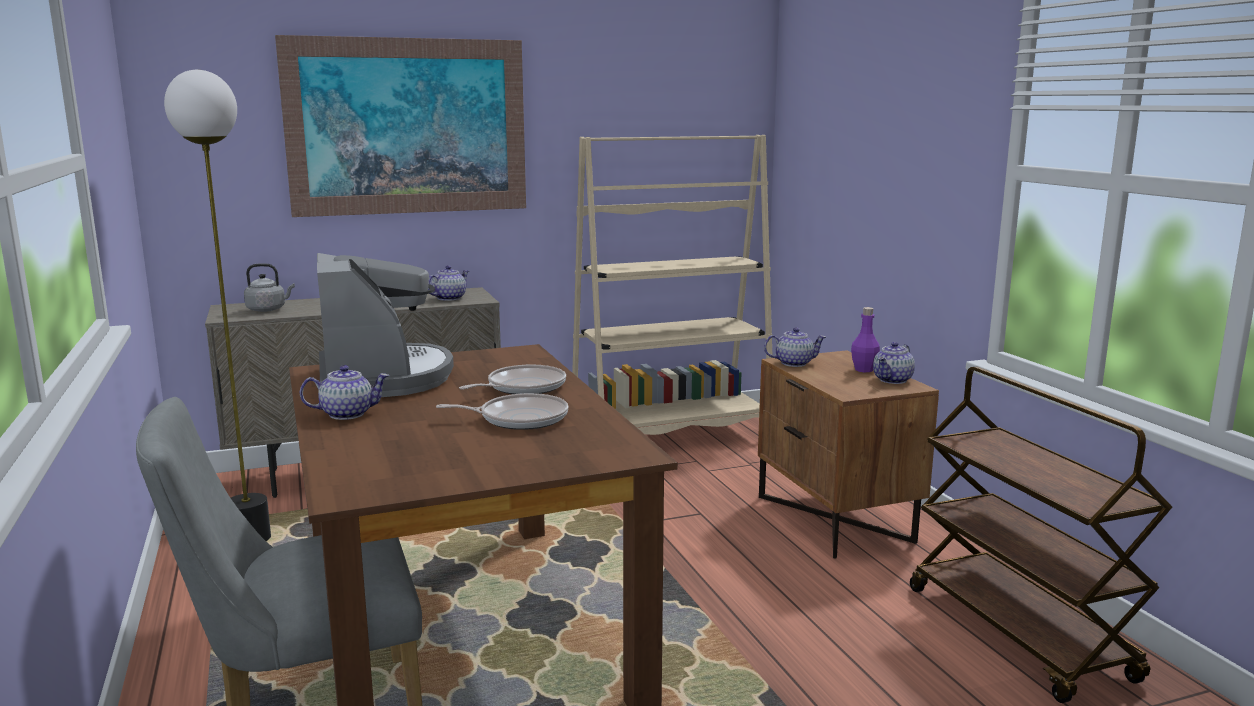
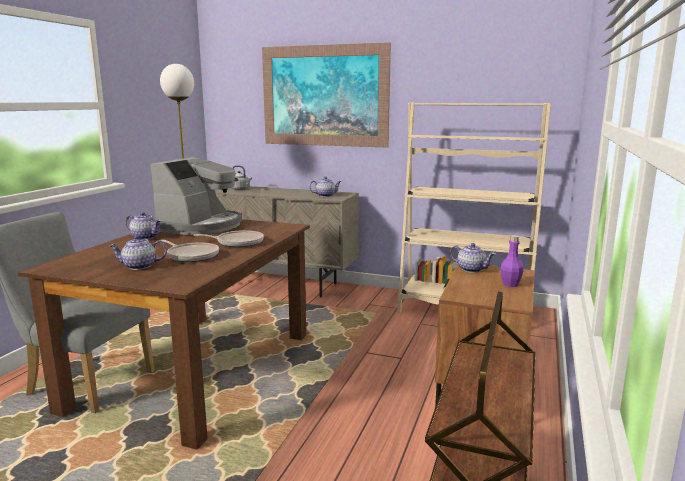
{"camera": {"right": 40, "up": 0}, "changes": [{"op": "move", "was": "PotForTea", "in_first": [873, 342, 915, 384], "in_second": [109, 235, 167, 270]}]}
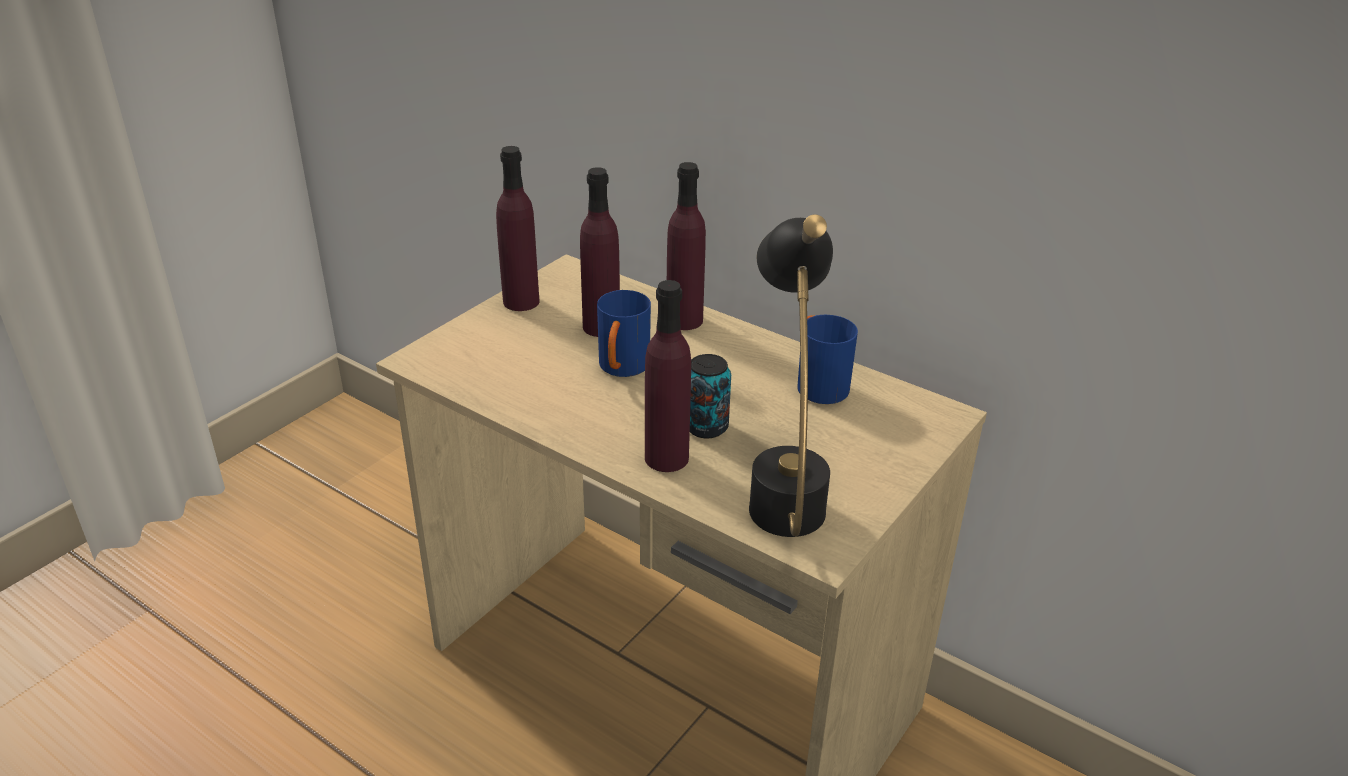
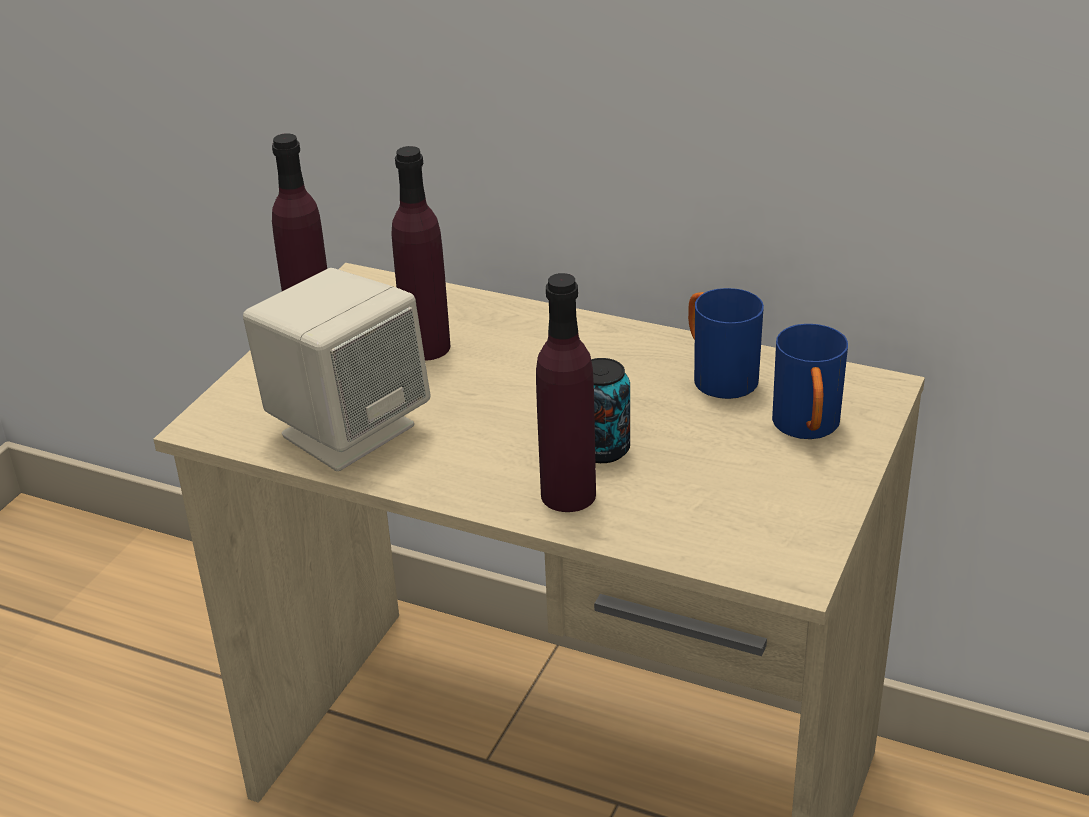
{"camera": {"right": -10, "up": 0}, "changes": [{"op": "move", "was": "BlueCoffeeMug", "in_first": [597, 290, 651, 377], "in_second": [772, 324, 848, 439]}, {"op": "delete", "was": "PurpleColouredBottle", "in_first": [667, 162, 706, 330]}, {"op": "delete", "was": "BlackTabletopLamp", "in_first": [749, 214, 833, 537]}, {"op": "insert", "now": "BeigeAudioSpeaker", "in_second": [243, 268, 430, 471]}]}
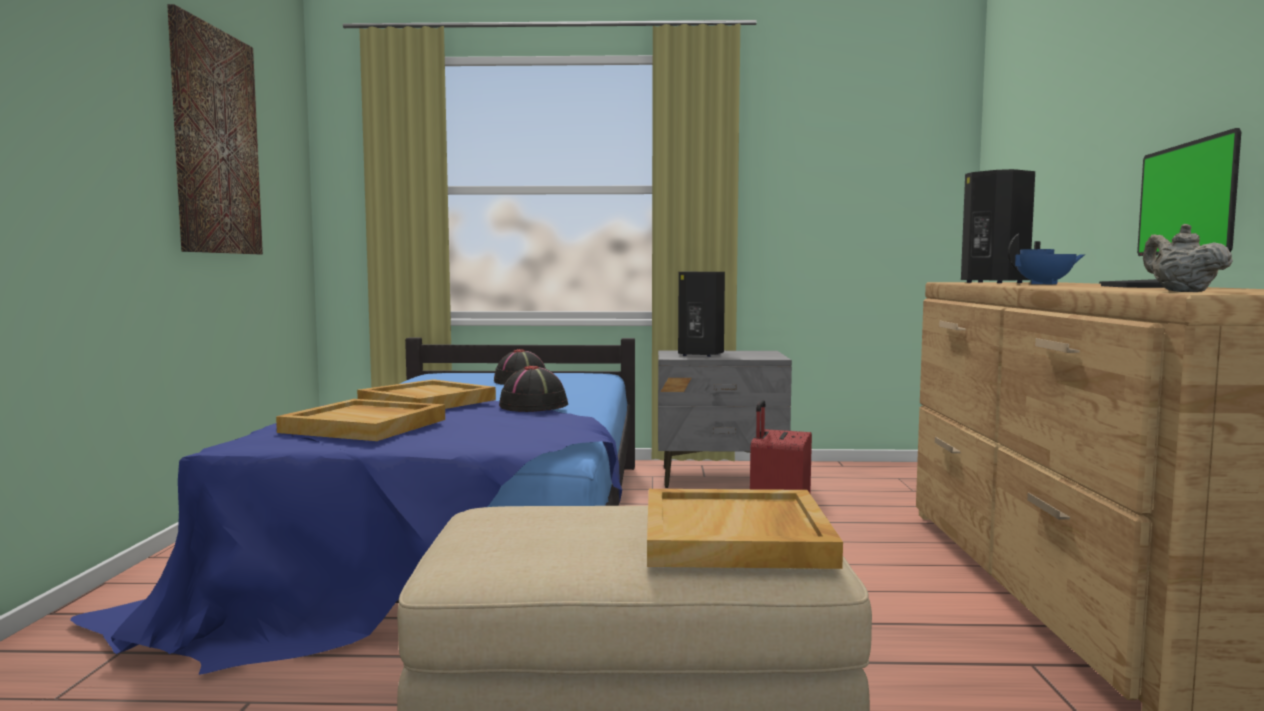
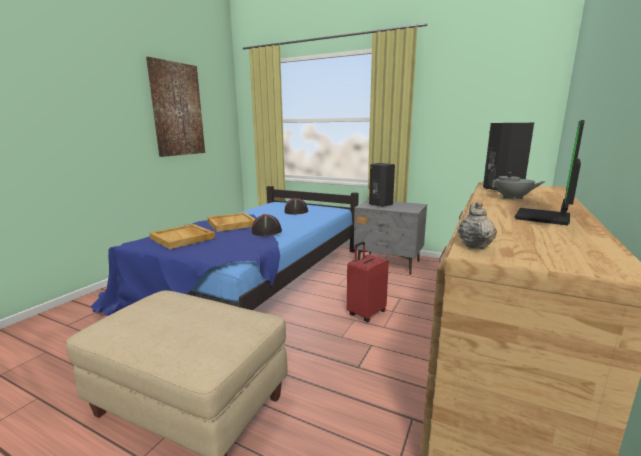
{"camera": {"right": 25, "up": 10}, "changes": [{"op": "delete", "was": "BeigeCarryingTray", "in_first": [647, 489, 843, 569]}, {"op": "recolor", "was": "BluePotForTea", "now": "GrayPotForTea", "in_first": [1008, 234, 1084, 285], "in_second": [488, 168, 546, 200]}]}
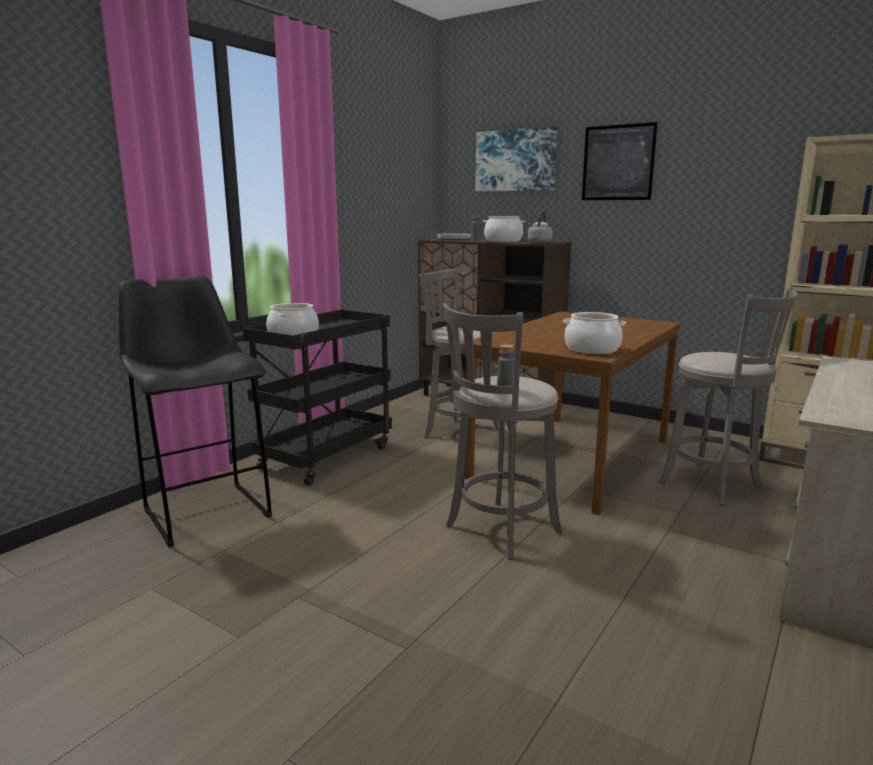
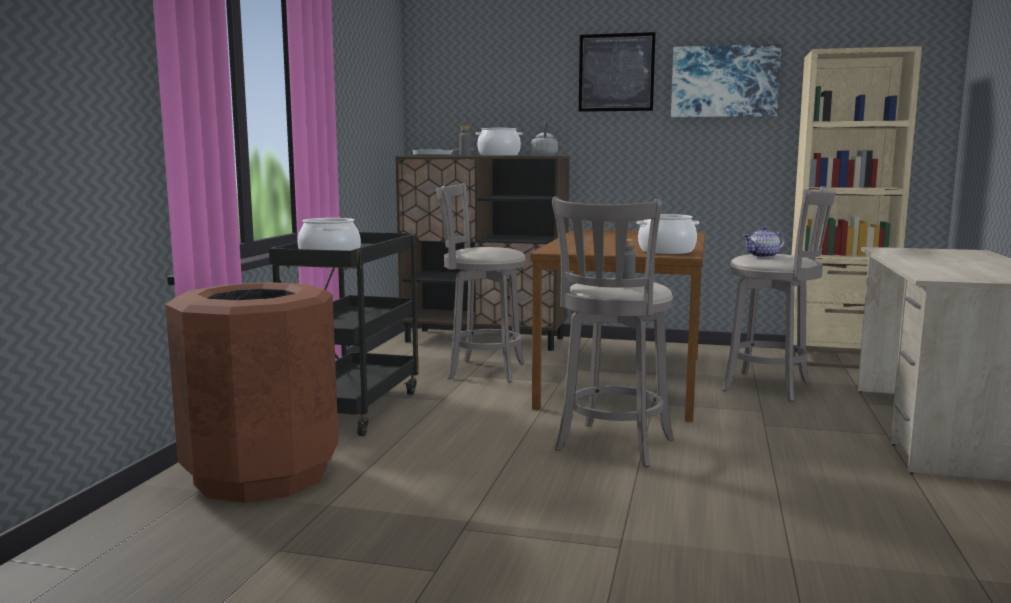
{"camera": {"right": -20, "up": -5}, "changes": [{"op": "replace", "was": "BlackStool", "now": "BrownishTrashCan", "in_first": [119, 276, 272, 547], "in_second": [165, 282, 339, 503]}, {"op": "move", "was": "Picture", "in_first": [475, 126, 557, 192], "in_second": [671, 44, 781, 117]}, {"op": "insert", "now": "PotForTea", "in_second": [743, 226, 785, 258]}]}
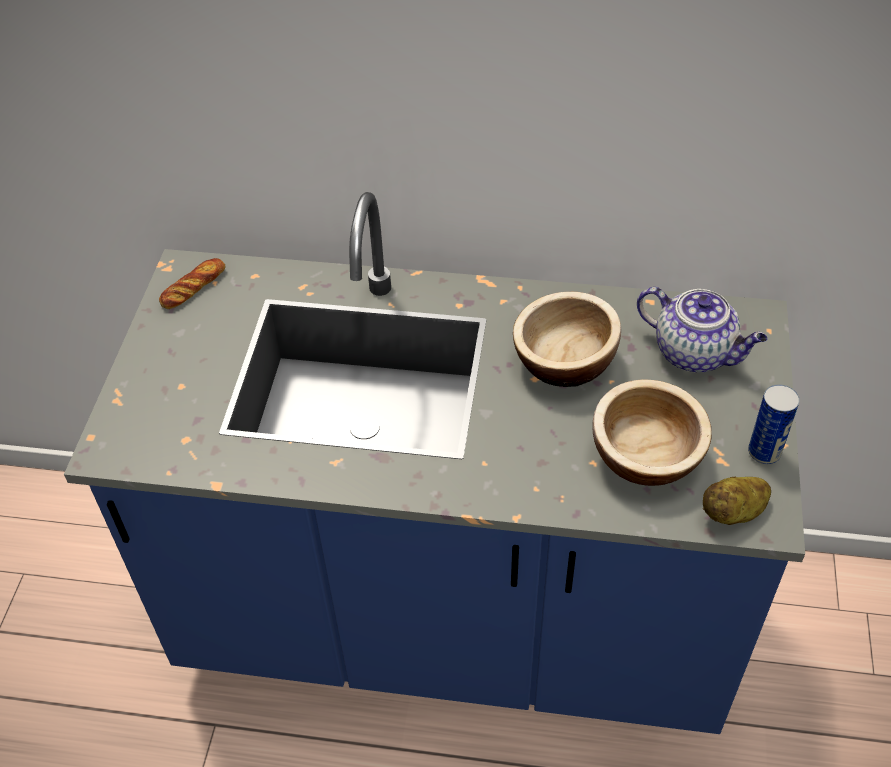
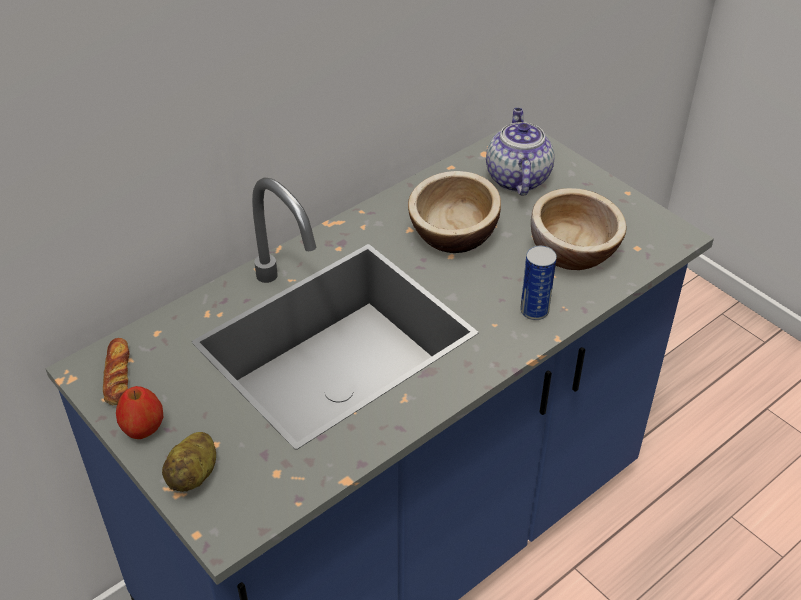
{"camera": {"right": -50, "up": -5}, "changes": [{"op": "rotate", "was": "PotForTea", "in_first": [637, 287, 768, 372], "in_second": [486, 108, 555, 196], "clockwise": -75}, {"op": "move", "was": "Potato", "in_first": [703, 477, 771, 525], "in_second": [162, 432, 216, 492]}, {"op": "move", "was": "SealedCan", "in_first": [748, 384, 800, 464], "in_second": [520, 246, 557, 320]}, {"op": "insert", "now": "AppleFruit", "in_second": [116, 386, 163, 439]}]}
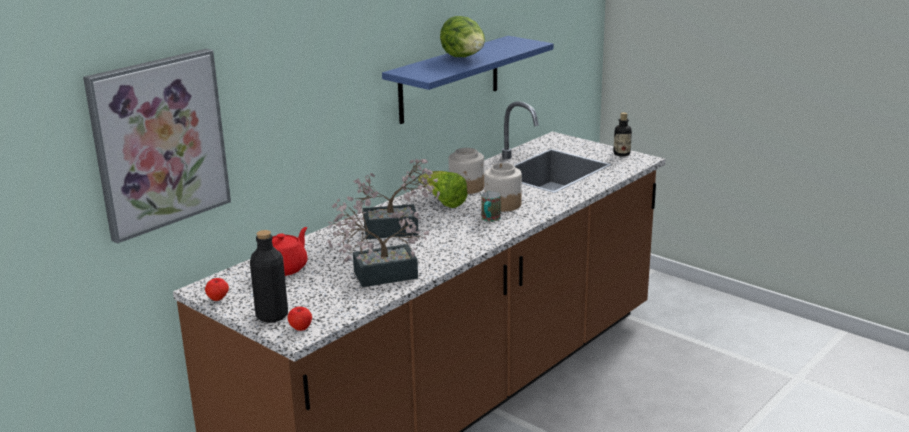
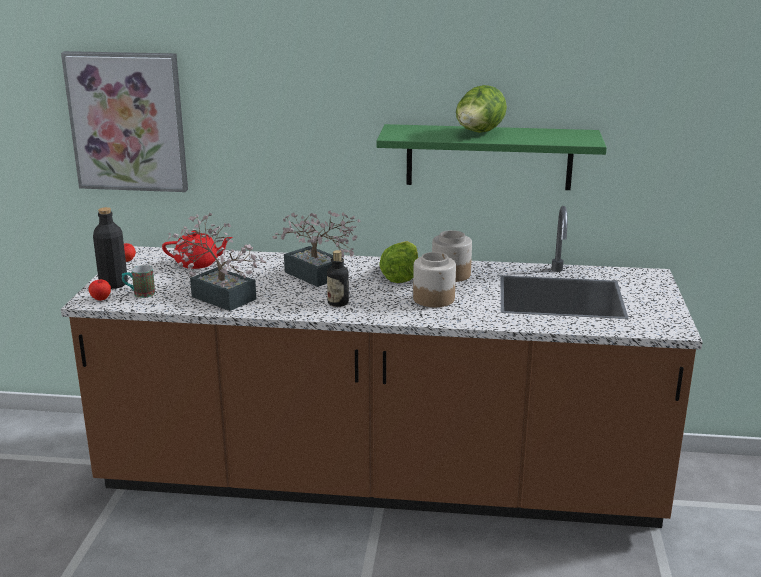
{"camera": {"right": 55, "up": 0}, "changes": [{"op": "recolor", "was": "BlueBracketShelf", "now": "GreenBracketShelf", "in_first": [382, 36, 553, 124], "in_second": [376, 124, 607, 190]}, {"op": "move", "was": "CoffeeMug", "in_first": [481, 191, 501, 221], "in_second": [122, 265, 155, 298]}, {"op": "move", "was": "Bottle", "in_first": [614, 112, 632, 156], "in_second": [327, 250, 349, 307]}]}
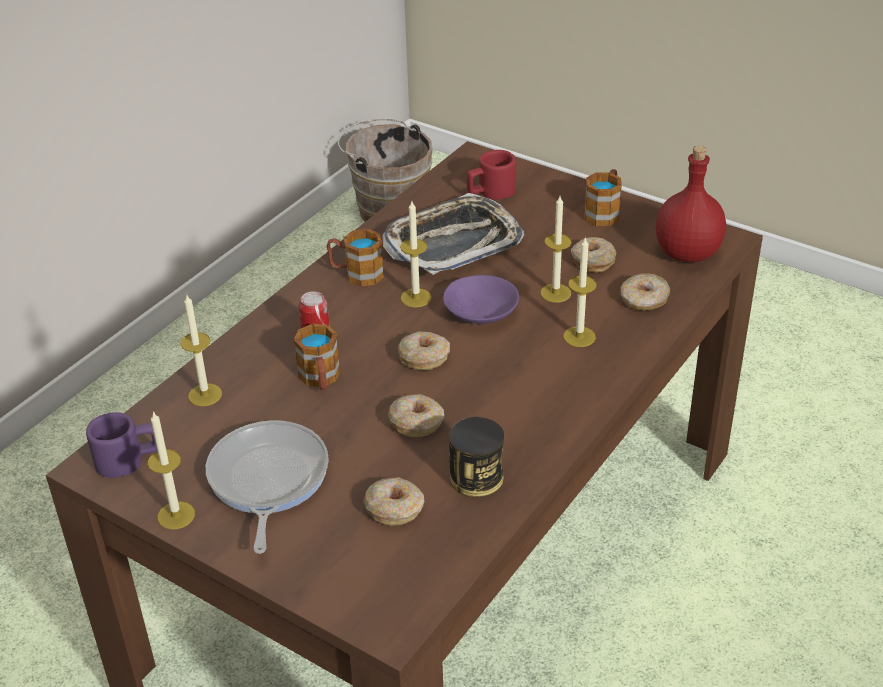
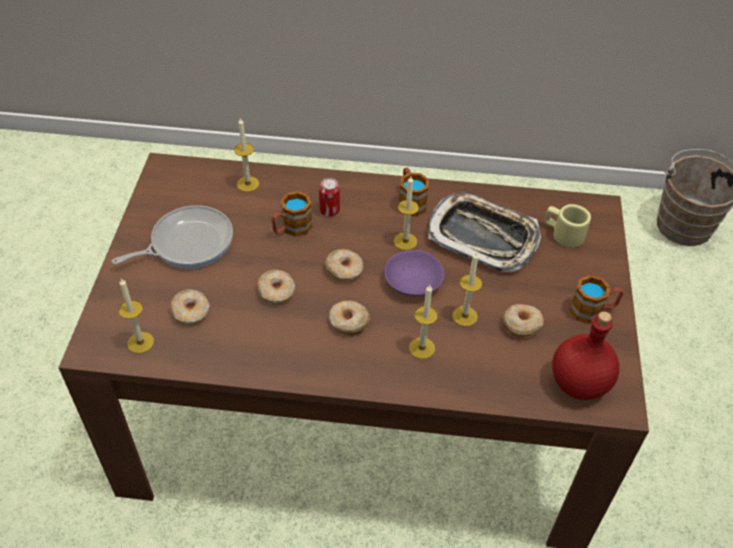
{"camera": {"right": 60, "up": 10}, "changes": [{"op": "delete", "was": "PurpleColouredCoffeeMug", "in_first": [86, 412, 158, 478]}, {"op": "move", "was": "Candle", "in_first": [148, 411, 195, 530], "in_second": [119, 279, 154, 354]}, {"op": "delete", "was": "SealedCan", "in_first": [449, 417, 504, 498]}, {"op": "recolor", "was": "RedColouredCoffeeMug", "now": "BeigeCoffeeMug", "in_first": [467, 150, 516, 200], "in_second": [545, 204, 591, 248]}, {"op": "move", "was": "Doughnut", "in_first": [621, 273, 670, 311], "in_second": [329, 301, 370, 336]}]}
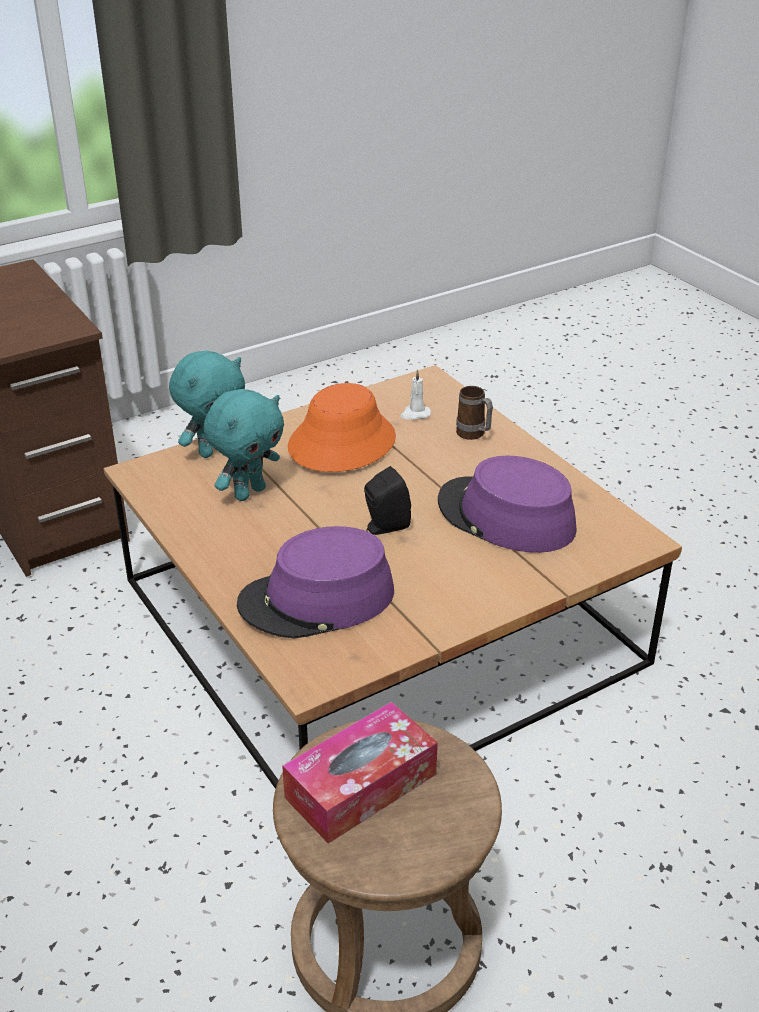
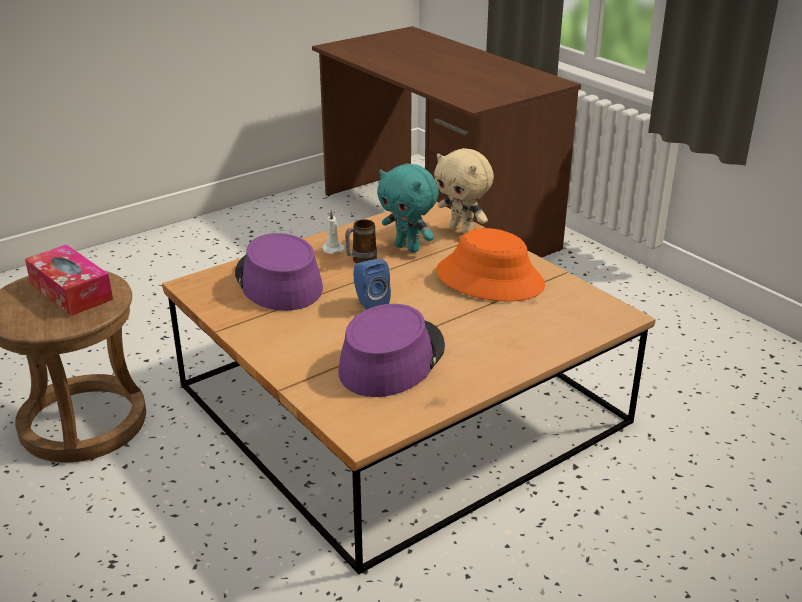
{"camera": {"right": 85, "up": -5}, "changes": [{"op": "recolor", "was": "BlueGreenPlushToy", "now": "BeigePlushToy", "in_first": [169, 351, 245, 458], "in_second": [434, 148, 494, 234]}, {"op": "recolor", "was": "BlackAudioSpeaker", "now": "BlueAudioSpeaker", "in_first": [364, 466, 411, 535], "in_second": [353, 259, 391, 310]}, {"op": "move", "was": "WhitishCandle", "in_first": [400, 370, 431, 420], "in_second": [322, 210, 345, 254]}, {"op": "move", "was": "CoffeeMug", "in_first": [456, 386, 493, 440], "in_second": [345, 219, 377, 264]}]}
